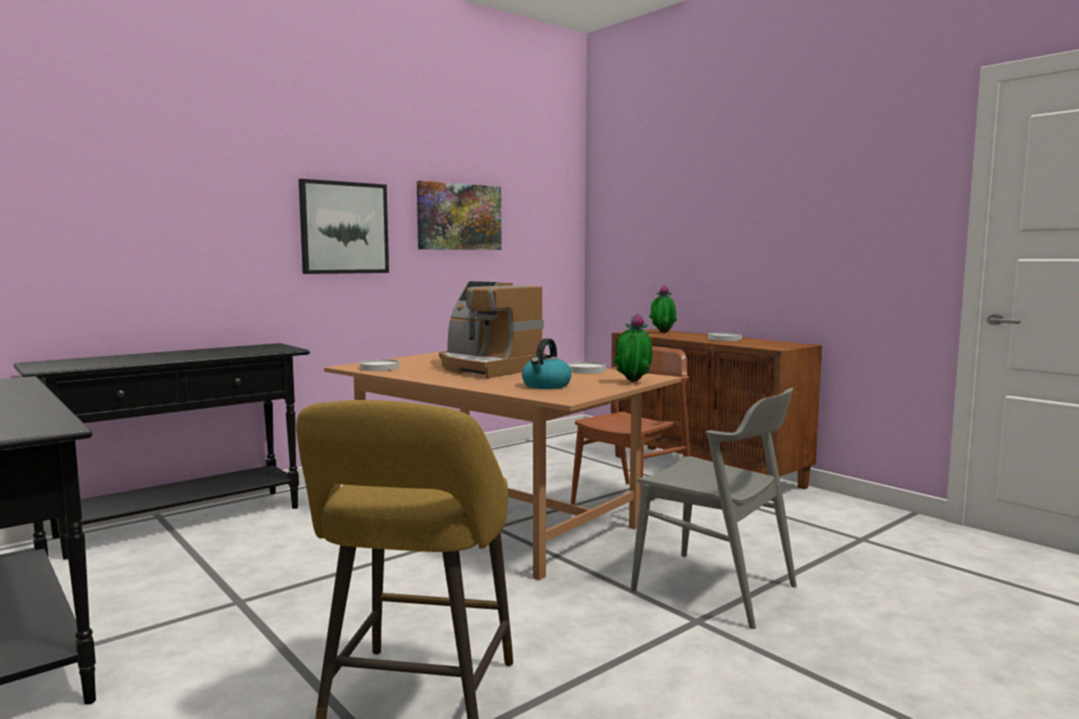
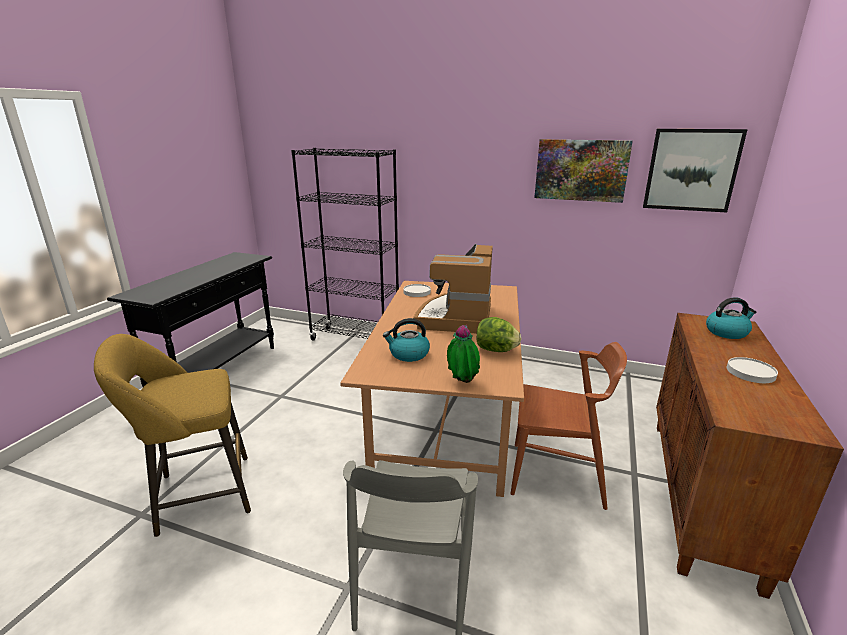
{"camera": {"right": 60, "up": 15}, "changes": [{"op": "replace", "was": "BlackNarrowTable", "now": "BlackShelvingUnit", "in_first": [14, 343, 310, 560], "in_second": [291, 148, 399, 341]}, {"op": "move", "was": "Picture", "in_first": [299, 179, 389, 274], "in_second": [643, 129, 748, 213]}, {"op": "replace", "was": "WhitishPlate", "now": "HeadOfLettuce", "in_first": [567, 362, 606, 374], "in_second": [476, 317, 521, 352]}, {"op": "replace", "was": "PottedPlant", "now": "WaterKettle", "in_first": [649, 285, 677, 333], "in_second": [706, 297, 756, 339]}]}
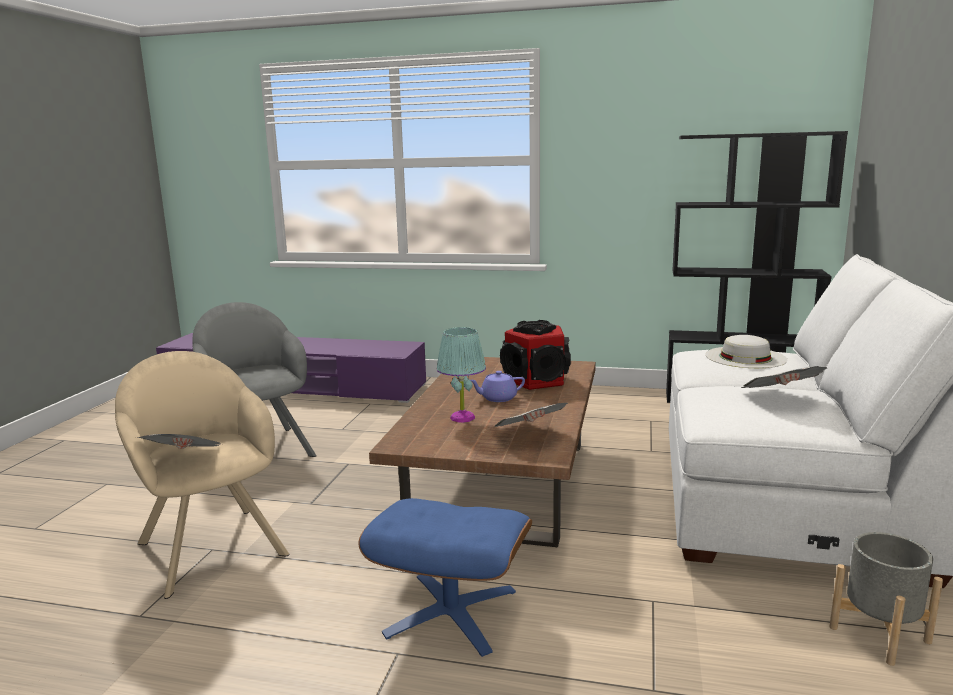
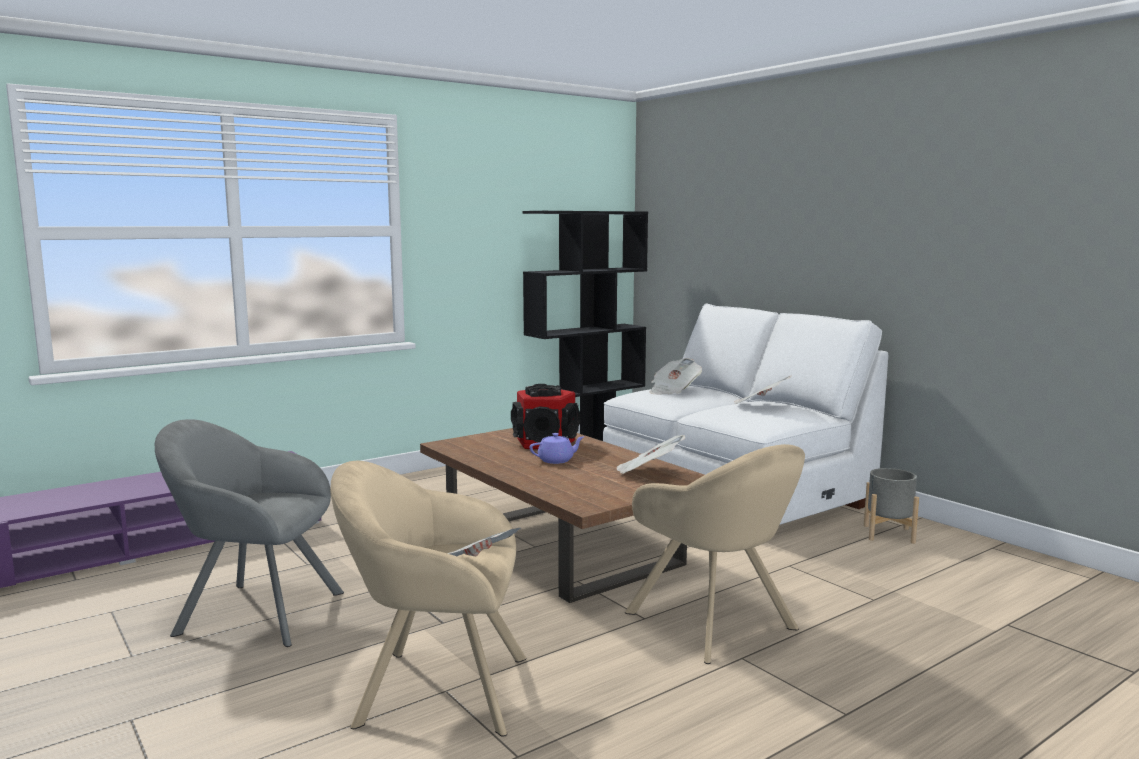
{"camera": {"right": -50, "up": -5}, "changes": [{"op": "replace", "was": "BluePouffe", "now": "BeigeArmchair", "in_first": [359, 498, 532, 657], "in_second": [625, 444, 805, 664]}, {"op": "delete", "was": "BlueGreenTabletopLamp", "in_first": [437, 327, 486, 423]}, {"op": "rotate", "was": "PurpleColouredPotForTea", "in_first": [470, 371, 525, 402], "in_second": [530, 433, 584, 464], "clockwise": -135}, {"op": "replace", "was": "WhitishWearableHat", "now": "DailyPaper", "in_first": [705, 335, 787, 368], "in_second": [650, 358, 702, 395]}]}
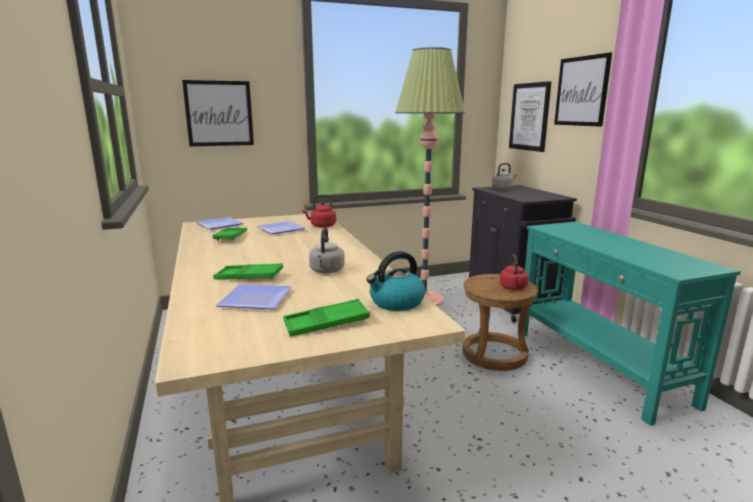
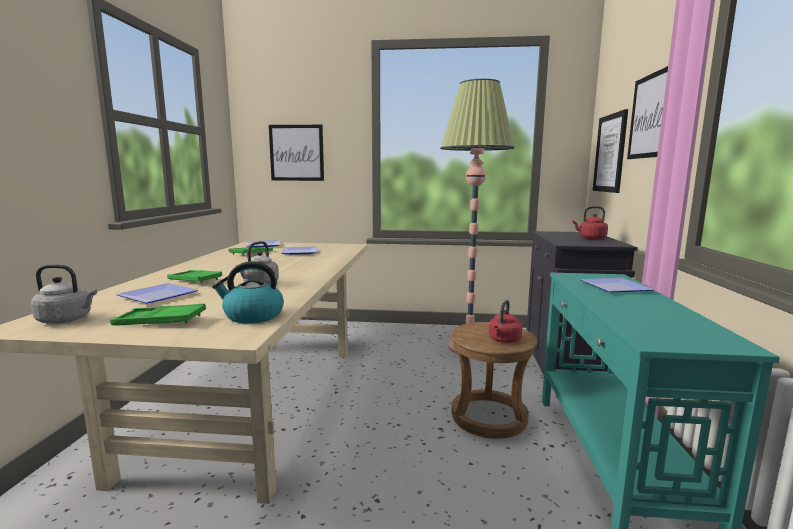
{"camera": {"right": 25, "up": -5}, "changes": [{"op": "move", "was": "RedColouredWaterKettle", "in_first": [302, 195, 336, 228], "in_second": [572, 206, 608, 240]}, {"op": "move", "was": "GrayWaterKettle", "in_first": [492, 163, 517, 190], "in_second": [31, 264, 97, 324]}, {"op": "insert", "now": "Plate", "in_second": [580, 278, 655, 292]}]}
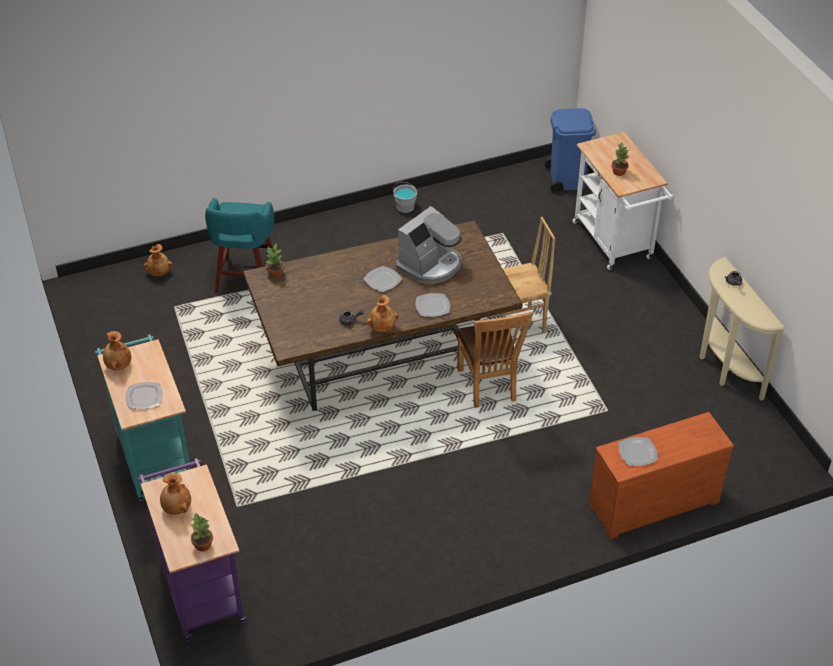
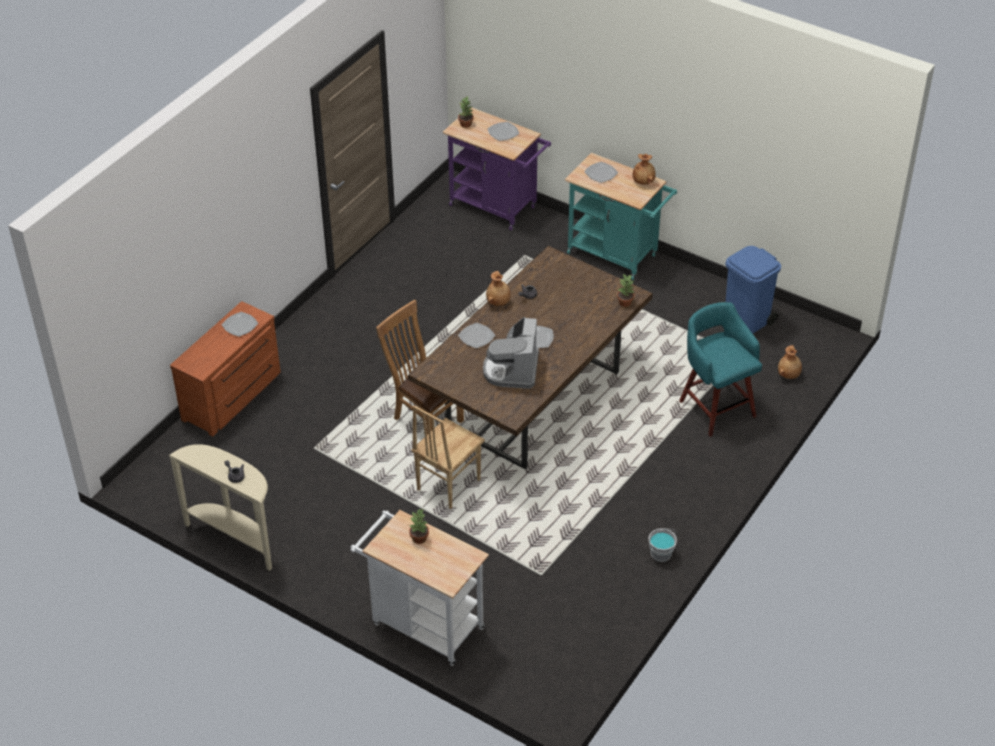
{"camera": {"right": 145, "up": 0}, "changes": [{"op": "replace", "was": "BrownishVase", "now": "Plate", "in_first": [160, 473, 191, 515], "in_second": [488, 122, 519, 141]}, {"op": "move", "was": "BlueTrashCan", "in_first": [545, 108, 596, 193], "in_second": [725, 246, 781, 333]}]}
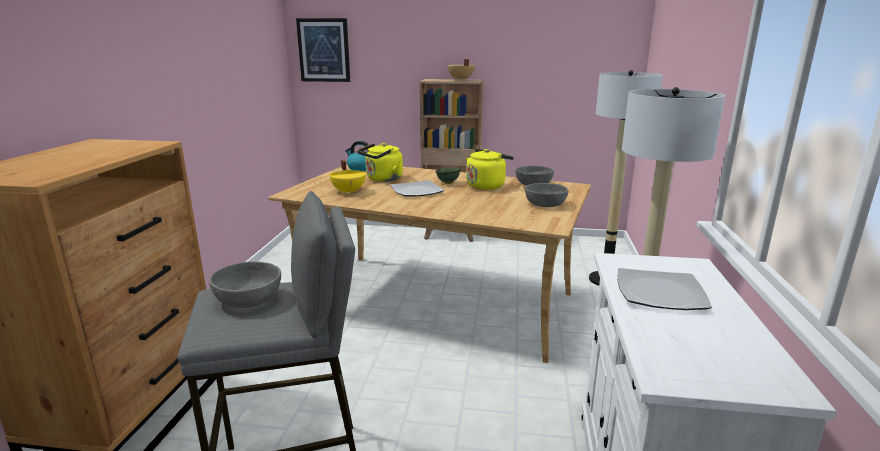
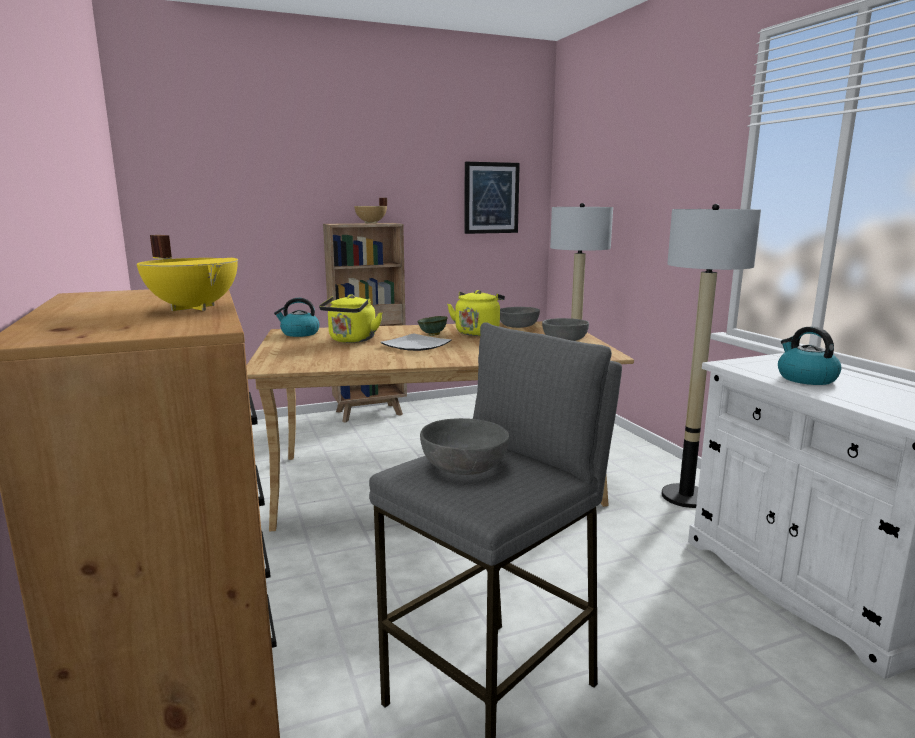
{"camera": {"right": -30, "up": -5}, "changes": [{"op": "move", "was": "Picture", "in_first": [296, 18, 350, 82], "in_second": [464, 162, 520, 234]}, {"op": "move", "was": "YellowColouredStockpot", "in_first": [329, 160, 366, 194], "in_second": [137, 235, 238, 311]}, {"op": "replace", "was": "Plate", "now": "WaterKettle", "in_first": [617, 268, 712, 310], "in_second": [778, 326, 842, 385]}]}
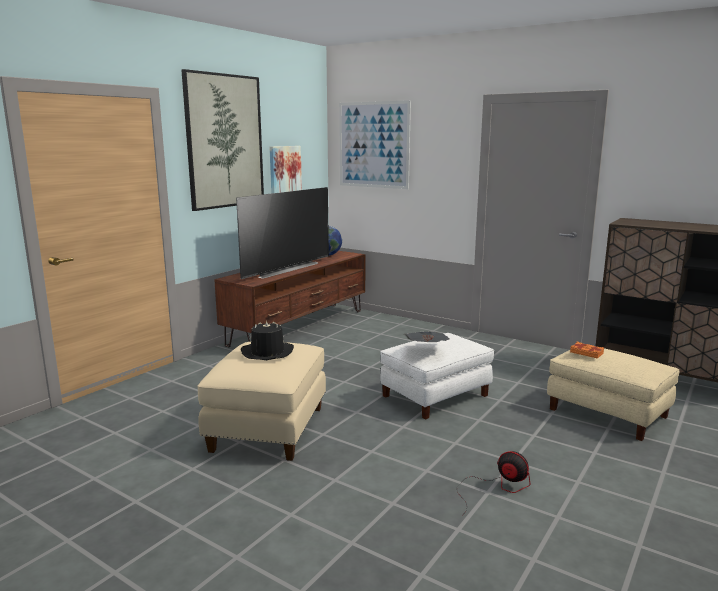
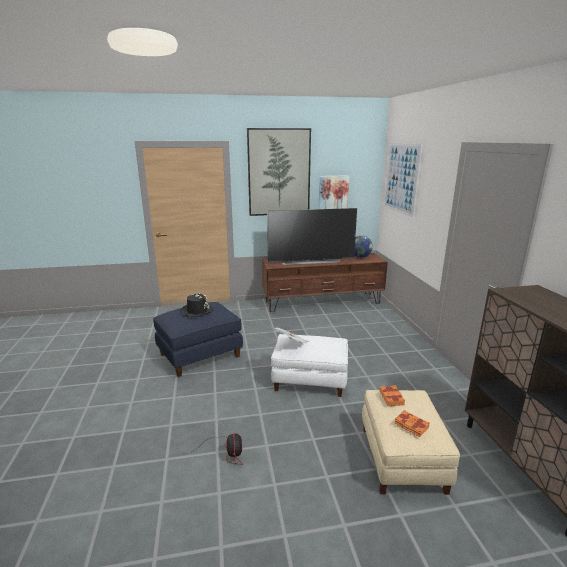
{"camera": {"right": 45, "up": 5}, "changes": [{"op": "recolor", "was": "BeigePouffe", "now": "BluePouffe", "in_first": [197, 342, 326, 461], "in_second": [153, 302, 243, 377]}, {"op": "insert", "now": "OrangeColouredBook", "in_second": [395, 410, 430, 437]}]}
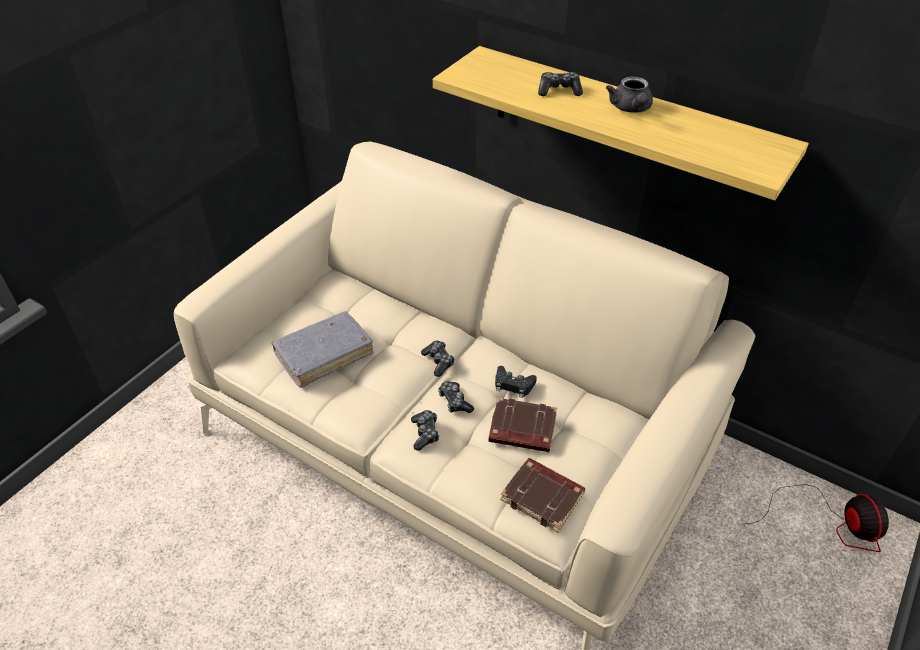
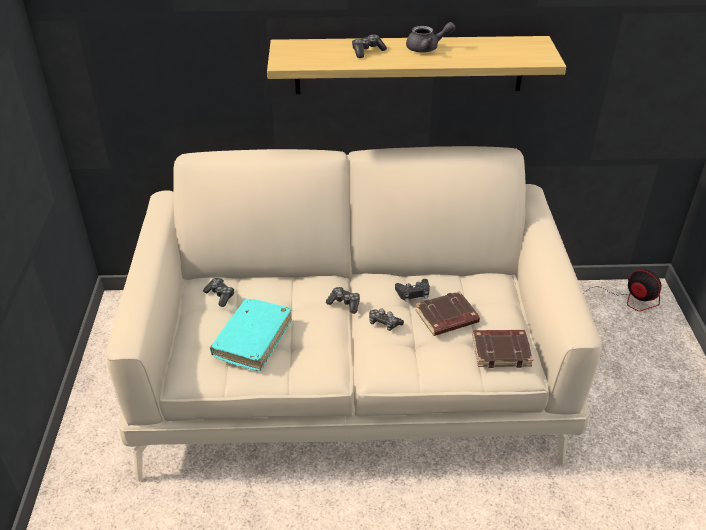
{"camera": {"right": -35, "up": -5}, "changes": [{"op": "recolor", "was": "GrayBook", "now": "BlueGreenBook", "in_first": [272, 311, 373, 388], "in_second": [210, 299, 292, 371]}, {"op": "move", "was": "Joypad", "in_first": [411, 410, 439, 451], "in_second": [203, 278, 234, 307]}, {"op": "rotate", "was": "GrayPotForTea", "in_first": [606, 76, 653, 113], "in_second": [406, 22, 456, 53], "clockwise": -60}]}
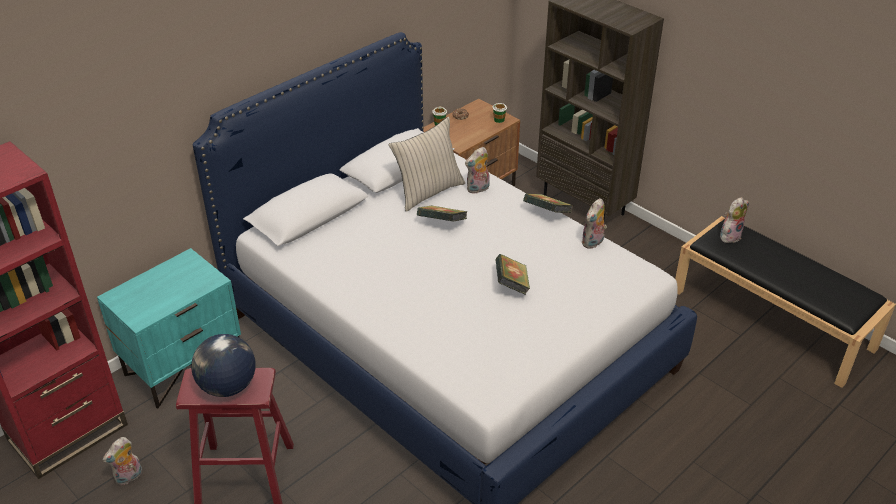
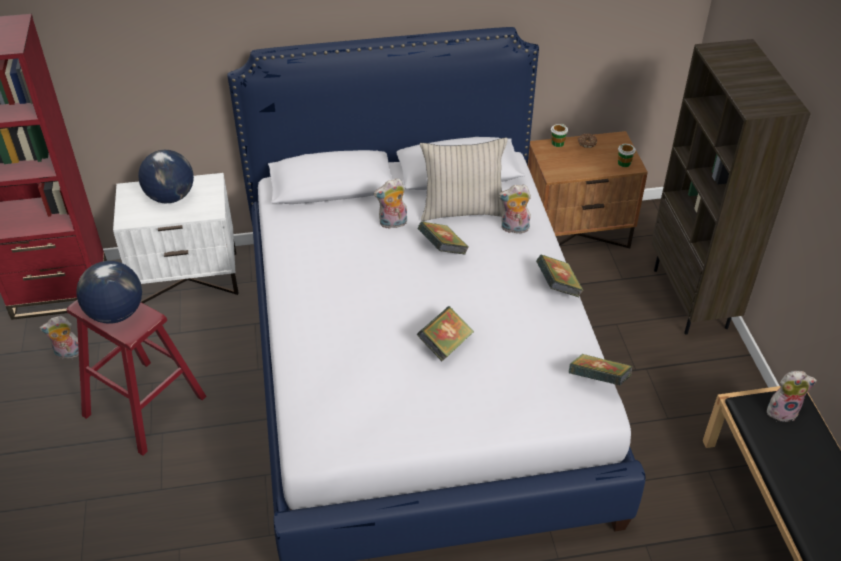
{"camera": {"right": 35, "up": 5}, "changes": [{"op": "recolor", "was": "BlueGreenNightTable", "now": "WhitishNightTable", "in_first": [97, 248, 241, 408], "in_second": [113, 173, 239, 303]}, {"op": "move", "was": "PlushToy", "in_first": [581, 198, 607, 249], "in_second": [374, 178, 407, 229]}, {"op": "insert", "now": "WorldGlobe", "in_second": [138, 150, 194, 203]}, {"op": "insert", "now": "Book", "in_second": [569, 354, 632, 386]}]}
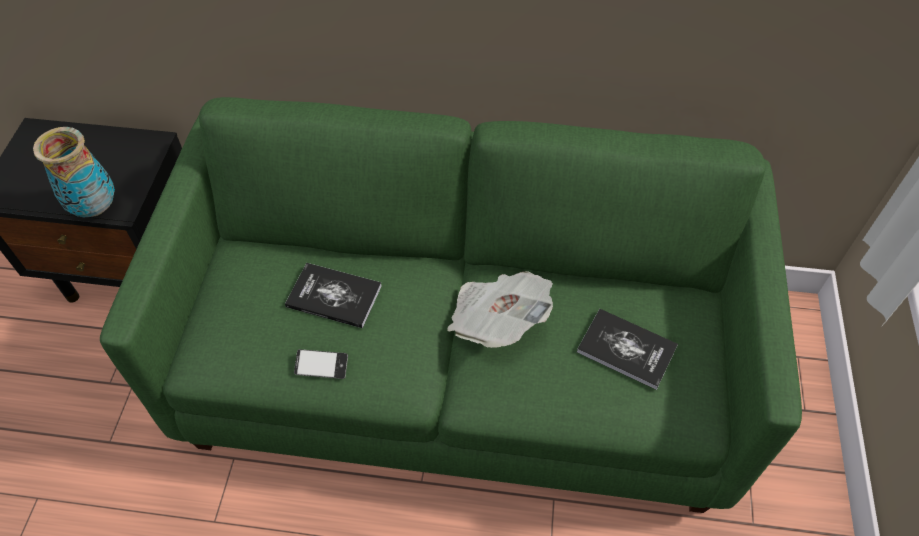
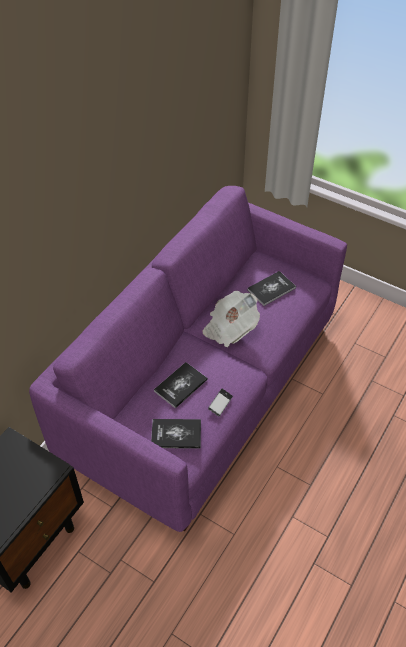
{"camera": {"right": -65, "up": -5}, "changes": [{"op": "delete", "was": "Vase", "in_first": [33, 127, 115, 217]}, {"op": "recolor", "was": "GreenSettee", "now": "PurpleColouredSettee", "in_first": [100, 97, 802, 513], "in_second": [29, 186, 347, 532]}, {"op": "insert", "now": "Book", "in_second": [151, 419, 201, 449]}]}
